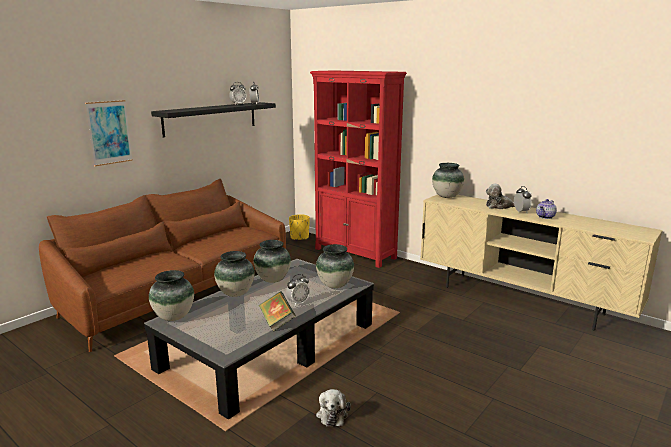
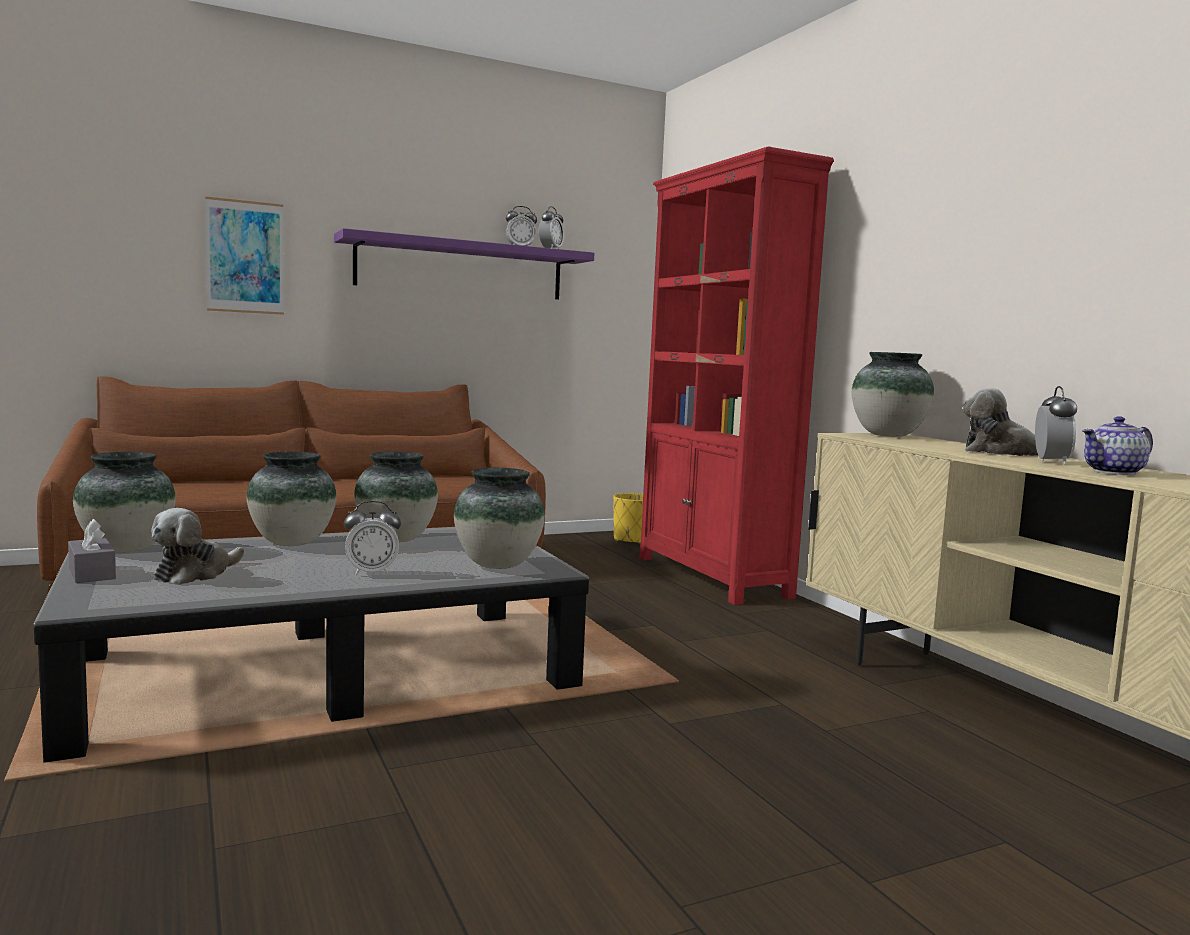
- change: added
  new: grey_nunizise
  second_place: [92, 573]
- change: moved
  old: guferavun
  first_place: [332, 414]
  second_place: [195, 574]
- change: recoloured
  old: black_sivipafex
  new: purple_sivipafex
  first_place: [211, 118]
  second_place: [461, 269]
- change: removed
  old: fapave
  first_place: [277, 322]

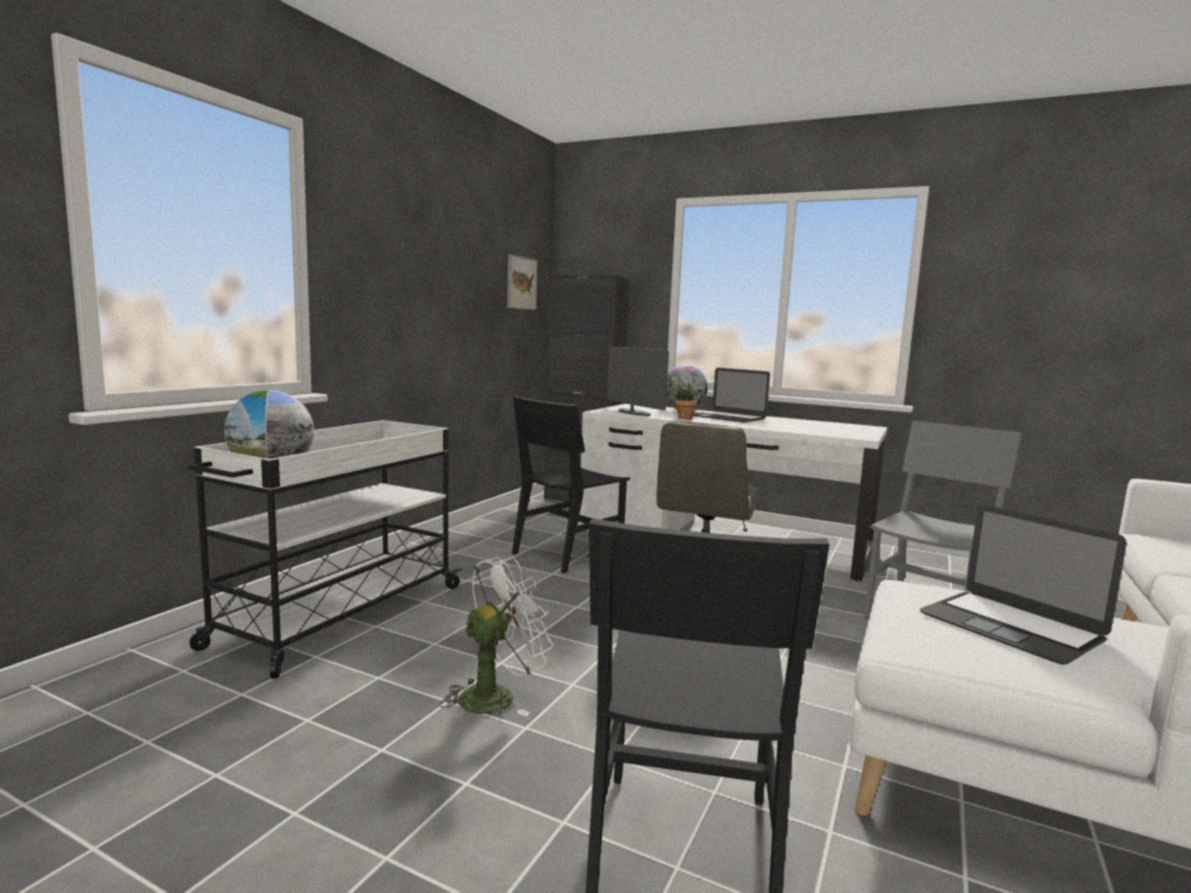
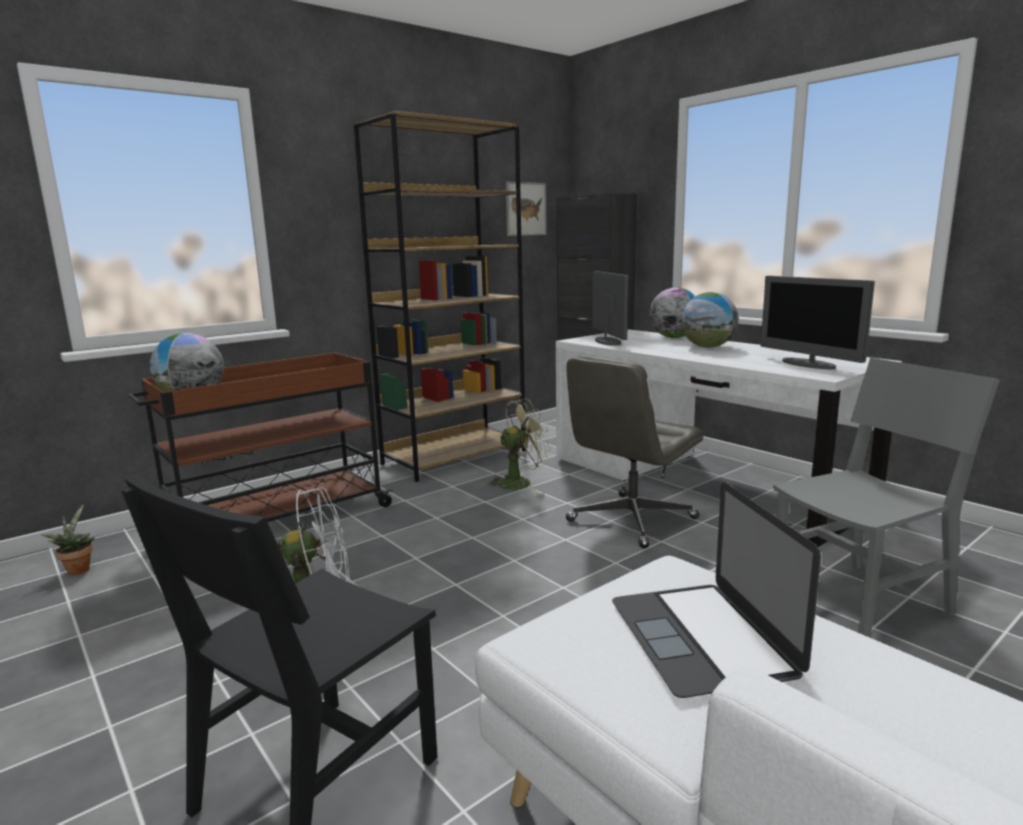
- change: moved
  old: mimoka
  first_place: [682, 418]
  second_place: [78, 569]
- change: recoloured
  old: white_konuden
  new: brown_konuden
  first_place: [338, 616]
  second_place: [276, 521]
- change: added
  new: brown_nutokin
  second_place: [455, 457]
- change: replaced
  old: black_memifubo
  new: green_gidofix
  first_place: [567, 553]
  second_place: [520, 482]
- change: replaced
  old: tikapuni
  new: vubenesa
  first_place: [728, 417]
  second_place: [707, 347]
- change: added
  new: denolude
  second_place: [808, 364]

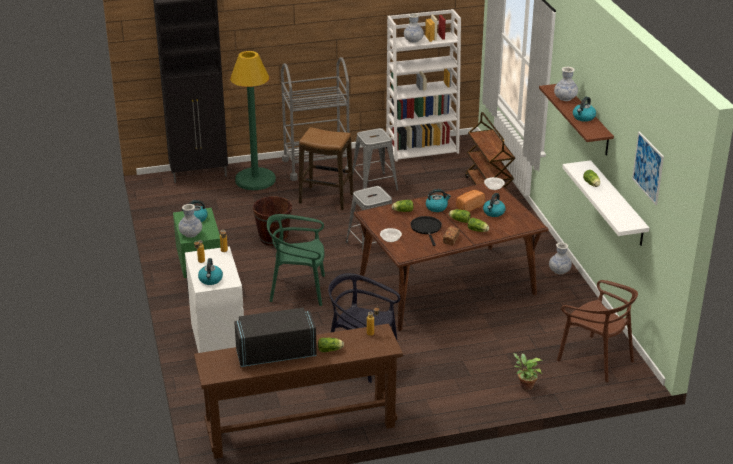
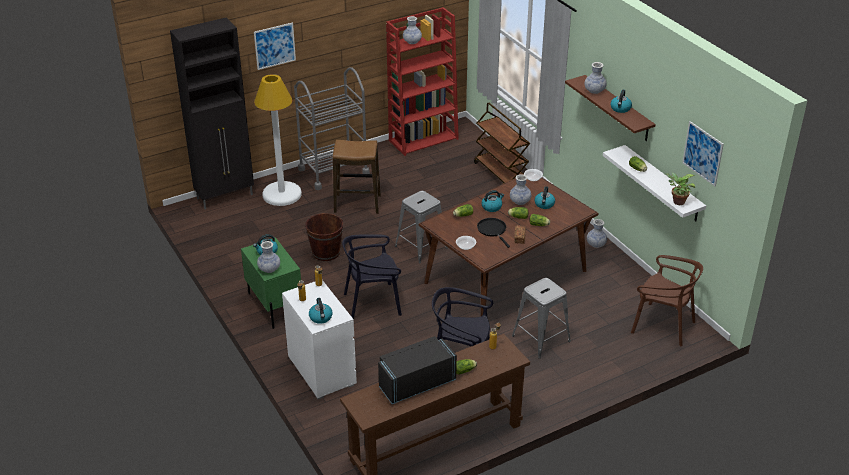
- change: added
  new: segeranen
  second_place: [274, 46]
- change: recoloured
  old: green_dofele
  new: white_dofele
  first_place: [255, 180]
  second_place: [282, 194]
- change: recoloured
  old: green_memifubo
  new: black_memifubo
  first_place: [298, 290]
  second_place: [373, 303]
- change: recoloured
  old: white_nutokin
  new: red_nutokin
  first_place: [423, 149]
  second_place: [423, 139]
- change: replaced
  old: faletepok
  new: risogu
  first_place: [469, 206]
  second_place: [520, 201]
- change: moved
  old: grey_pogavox
  first_place: [374, 185]
  second_place: [541, 338]
- change: moved
  old: mimoka
  first_place: [525, 386]
  second_place: [677, 202]

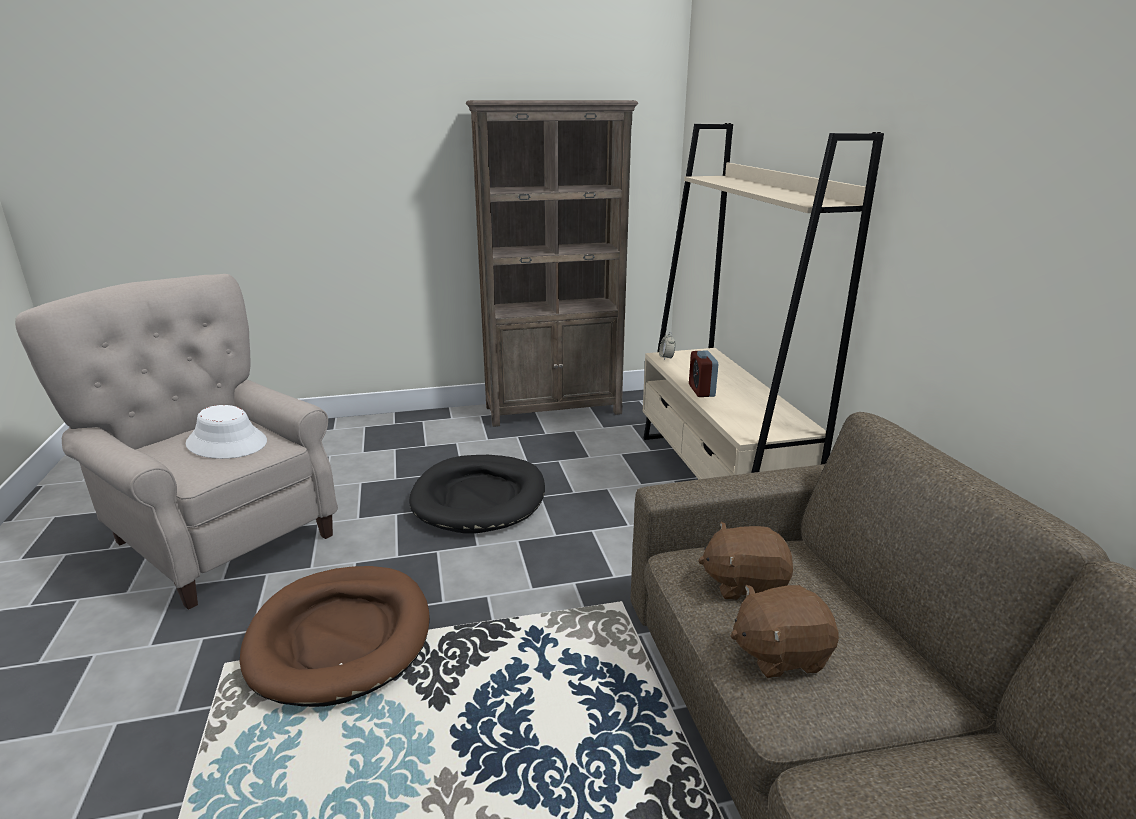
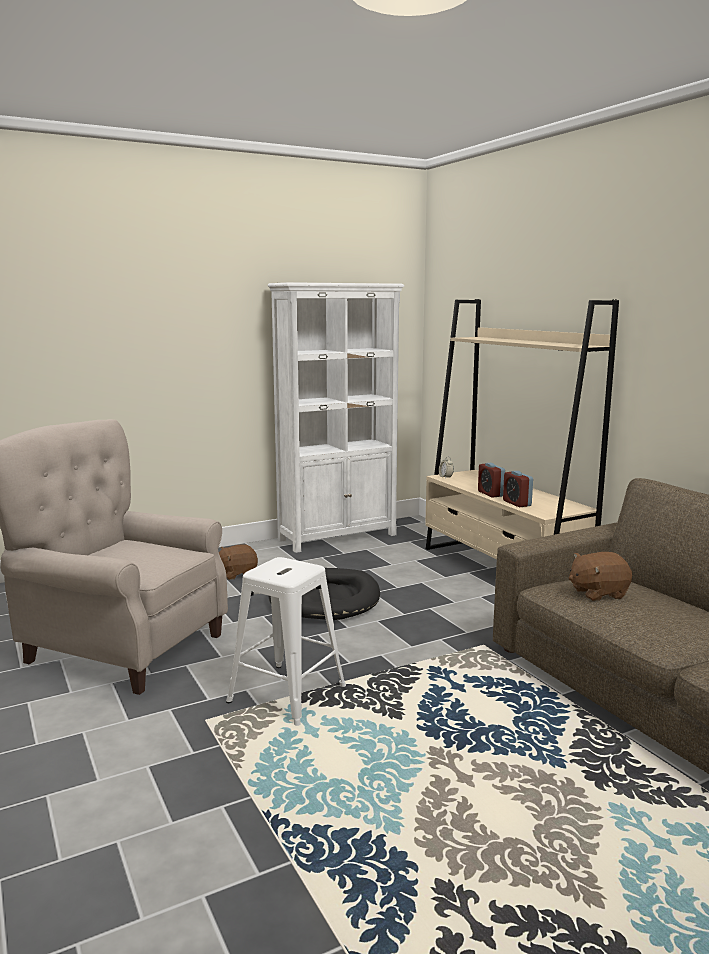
- change: moved
  old: brown_guferavun
  first_place: [779, 653]
  second_place: [237, 574]
- change: replaced
  old: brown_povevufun
  new: white_pogavox
  first_place: [341, 638]
  second_place: [287, 693]
- change: recoloured
  old: brown_nutokin
  new: white_nutokin
  first_place: [554, 410]
  second_place: [338, 537]
- change: added
  new: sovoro
  second_place: [517, 503]
- change: removed
  old: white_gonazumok
  first_place: [227, 443]

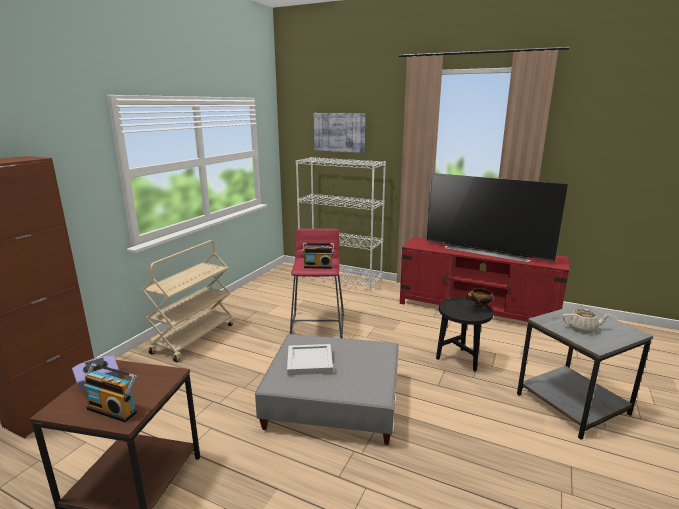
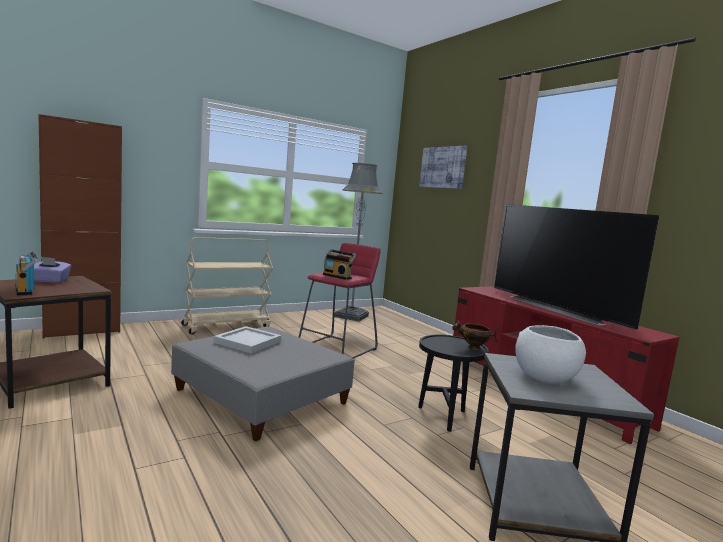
- change: added
  new: grey_dofele
  second_place: [351, 316]
- change: replaced
  old: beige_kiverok
  new: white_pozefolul
  first_place: [583, 328]
  second_place: [544, 377]
- change: removed
  old: white_nutokin
  first_place: [341, 279]

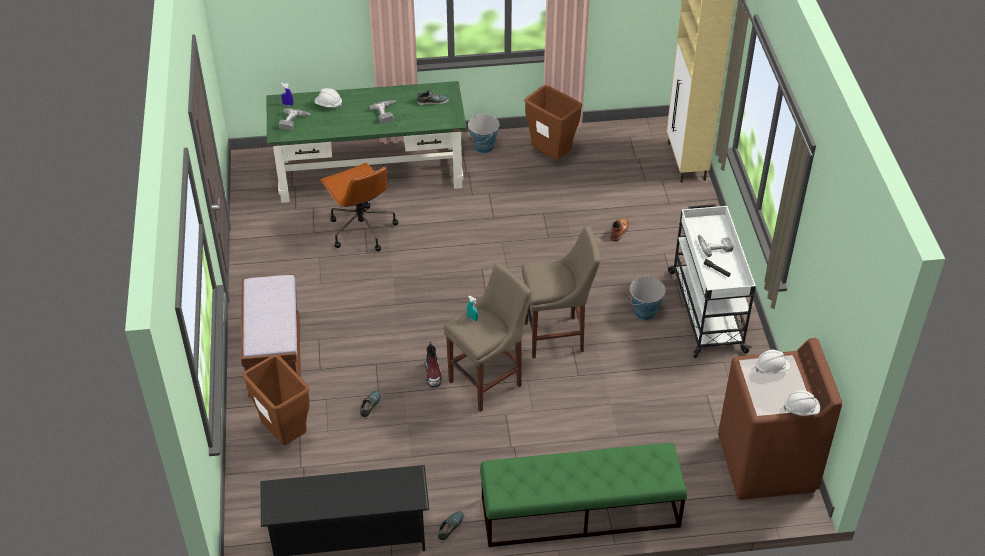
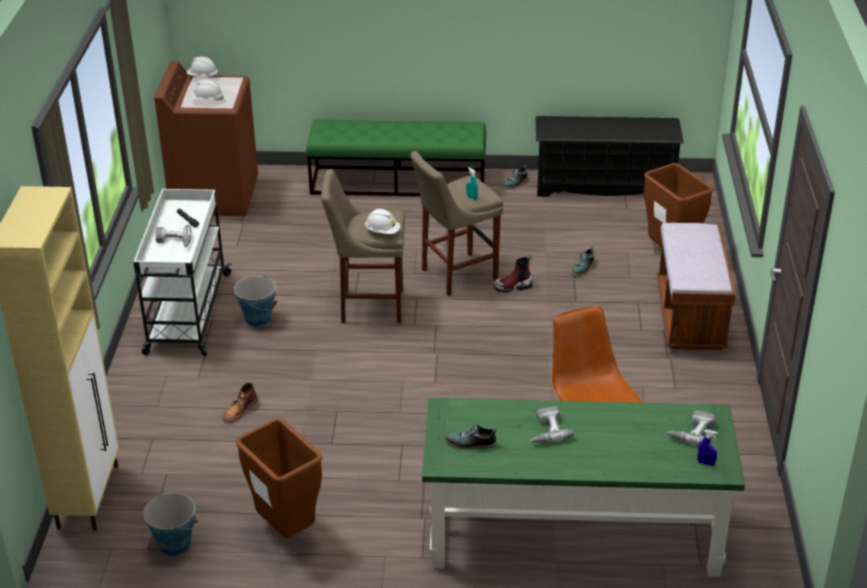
- change: moved
  old: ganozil
  first_place: [483, 147]
  second_place: [174, 544]
- change: moved
  old: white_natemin
  first_place: [328, 105]
  second_place: [382, 231]
- change: turned
  old: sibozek
  first_place: [433, 374]
  second_place: [513, 287]
  degrees: -105

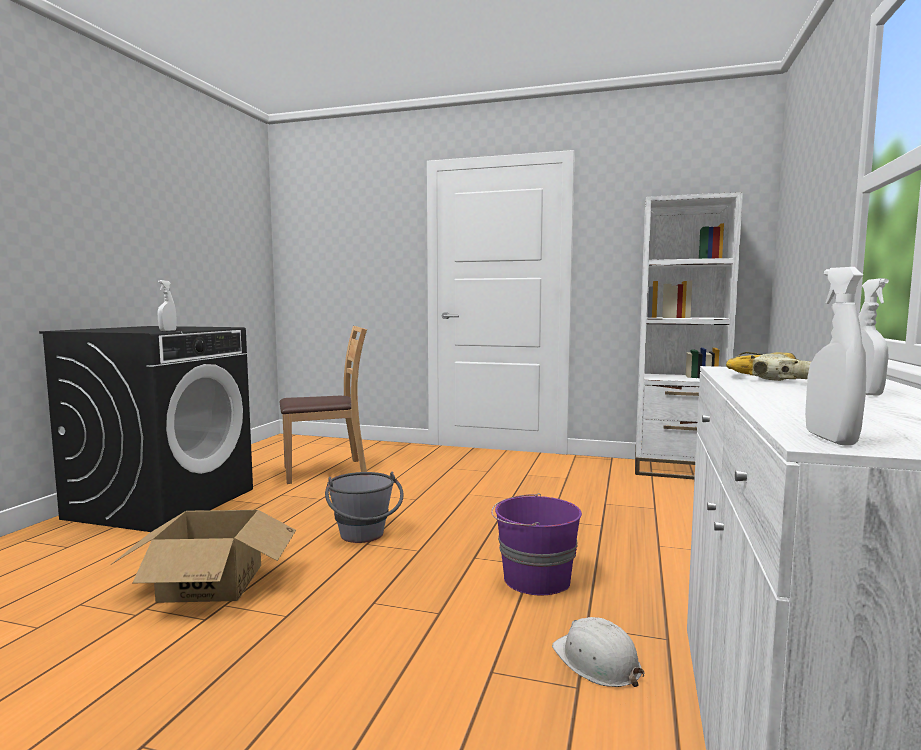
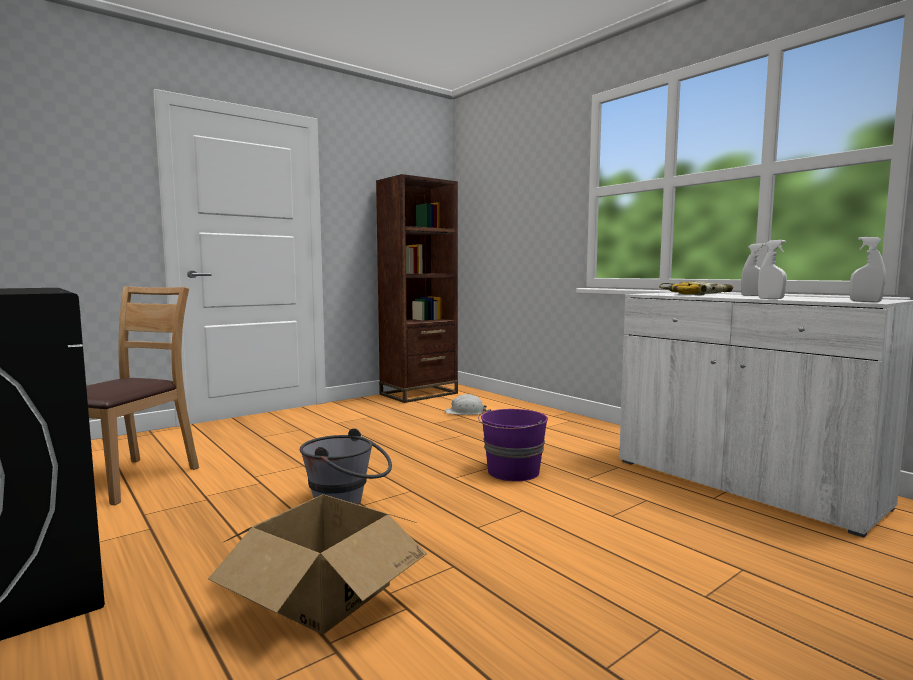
- change: recoloured
  old: white_nutokin
  new: brown_nutokin
  first_place: [677, 470]
  second_place: [419, 394]
- change: moved
  old: white_natemin
  first_place: [597, 662]
  second_place: [465, 412]
- change: moved
  old: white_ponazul
  first_place: [168, 330]
  second_place: [770, 299]

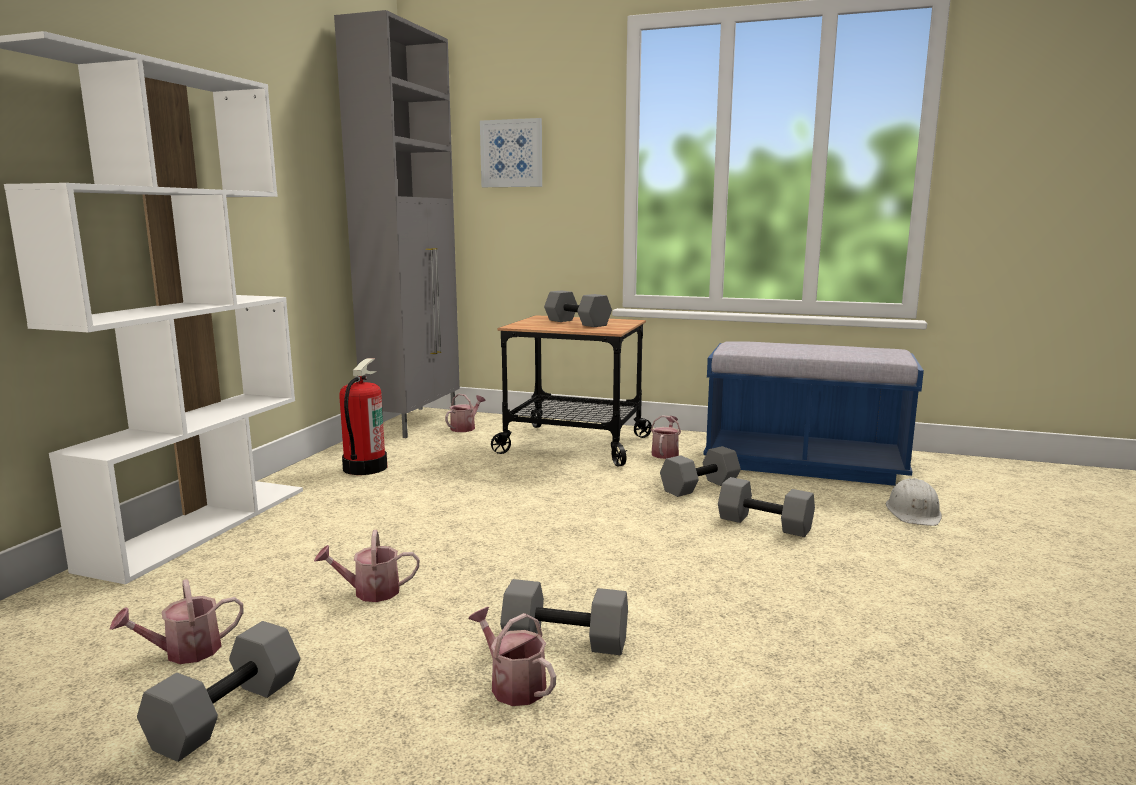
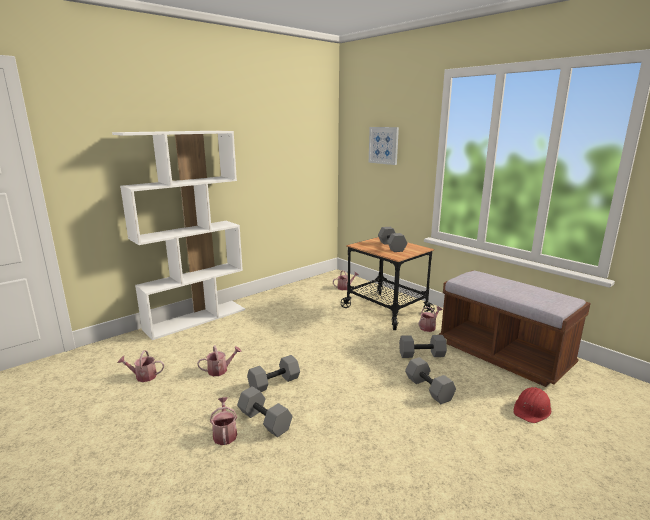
- change: turned
  old: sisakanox
  first_place: [370, 592]
  second_place: [220, 370]
  degrees: 135
- change: moved
  old: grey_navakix
  first_place: [226, 711]
  second_place: [274, 382]
- change: recoloured
  old: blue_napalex
  new: brown_napalex
  first_place: [803, 464]
  second_place: [503, 355]
- change: recoloured
  old: white_natemin
  new: red_natemin
  first_place: [914, 512]
  second_place: [532, 409]
- change: removed
  old: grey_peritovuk
  first_place: [415, 422]
- change: removed
  old: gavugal
  first_place: [364, 467]

